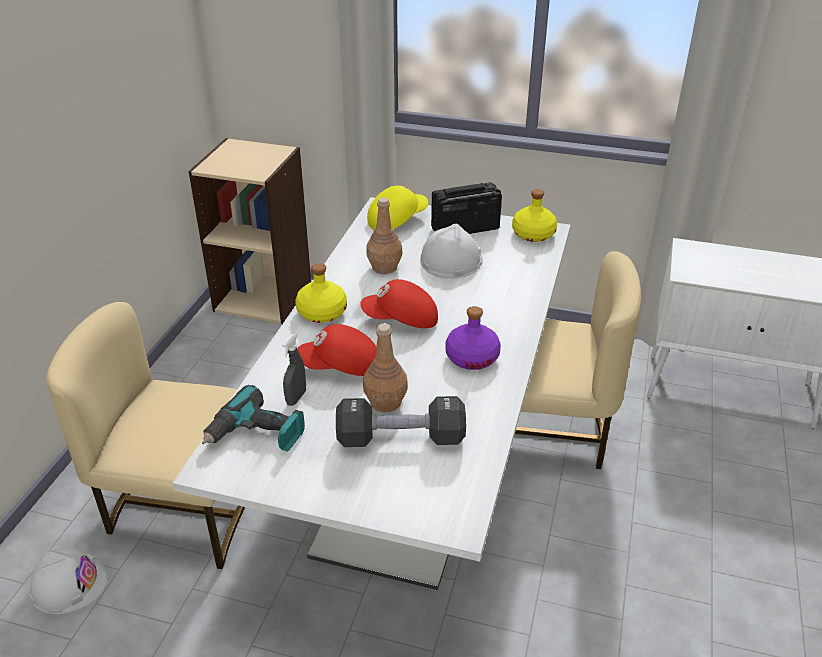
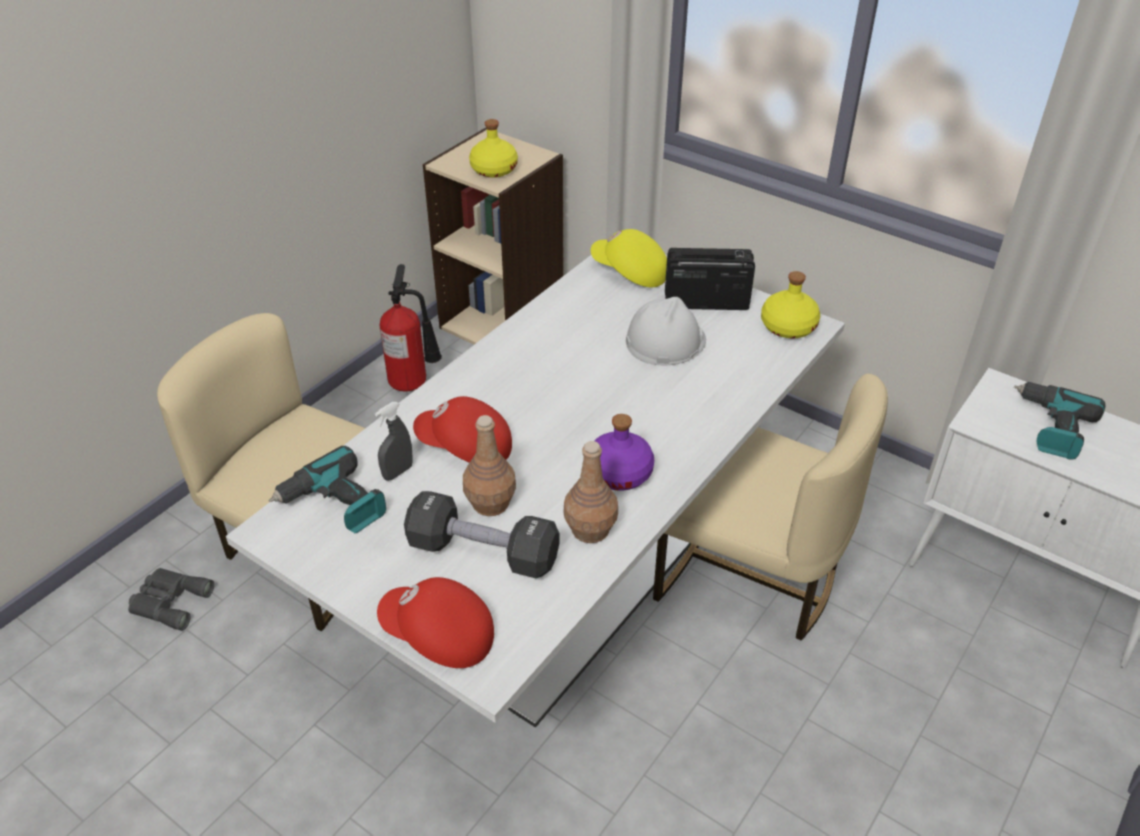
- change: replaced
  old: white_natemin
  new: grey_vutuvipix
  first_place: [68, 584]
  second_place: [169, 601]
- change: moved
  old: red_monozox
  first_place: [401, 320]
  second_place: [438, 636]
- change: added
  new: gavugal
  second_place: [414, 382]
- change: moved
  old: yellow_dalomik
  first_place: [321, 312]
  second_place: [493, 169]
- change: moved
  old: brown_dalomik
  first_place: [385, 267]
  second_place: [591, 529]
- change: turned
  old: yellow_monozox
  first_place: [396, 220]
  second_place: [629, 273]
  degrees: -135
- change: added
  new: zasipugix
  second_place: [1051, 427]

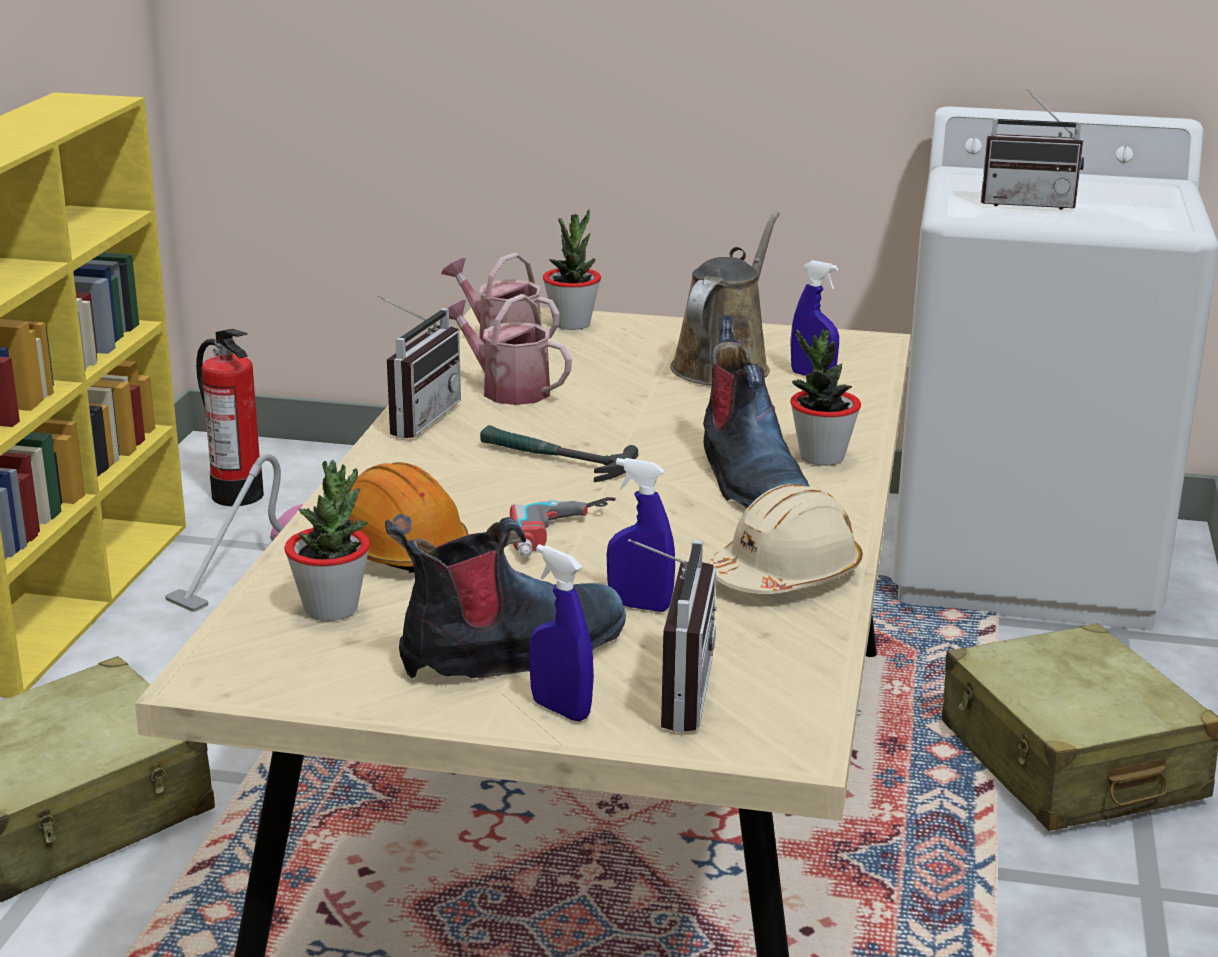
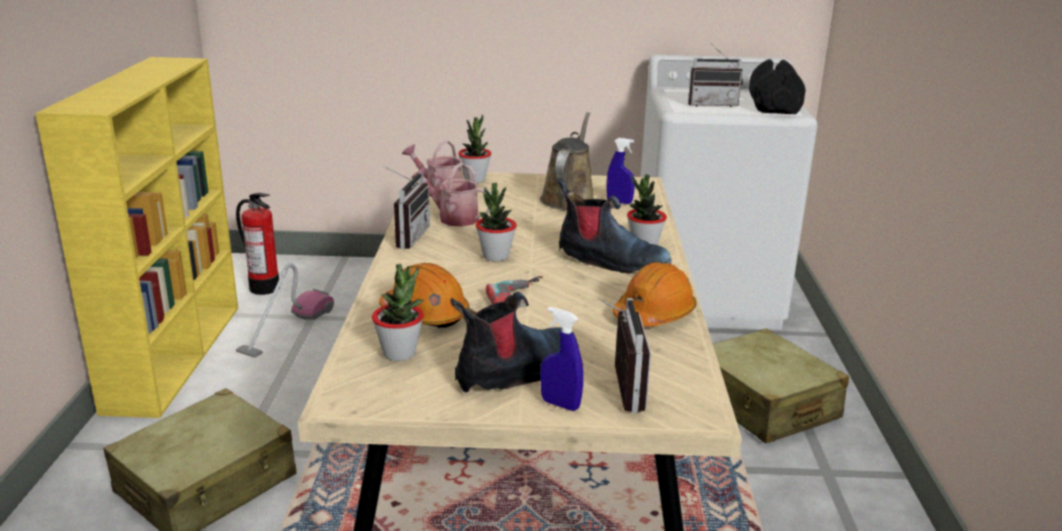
- change: replaced
  old: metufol
  new: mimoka
  first_place: [553, 460]
  second_place: [495, 256]
- change: turned
  old: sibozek
  first_place: [750, 480]
  second_place: [610, 261]
  degrees: -45
- change: recoloured
  old: beige_natemin
  new: orange_natemin
  first_place: [786, 575]
  second_place: [654, 314]
- change: added
  new: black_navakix
  second_place: [773, 106]
- change: removed
  old: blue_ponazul
  first_place: [639, 606]

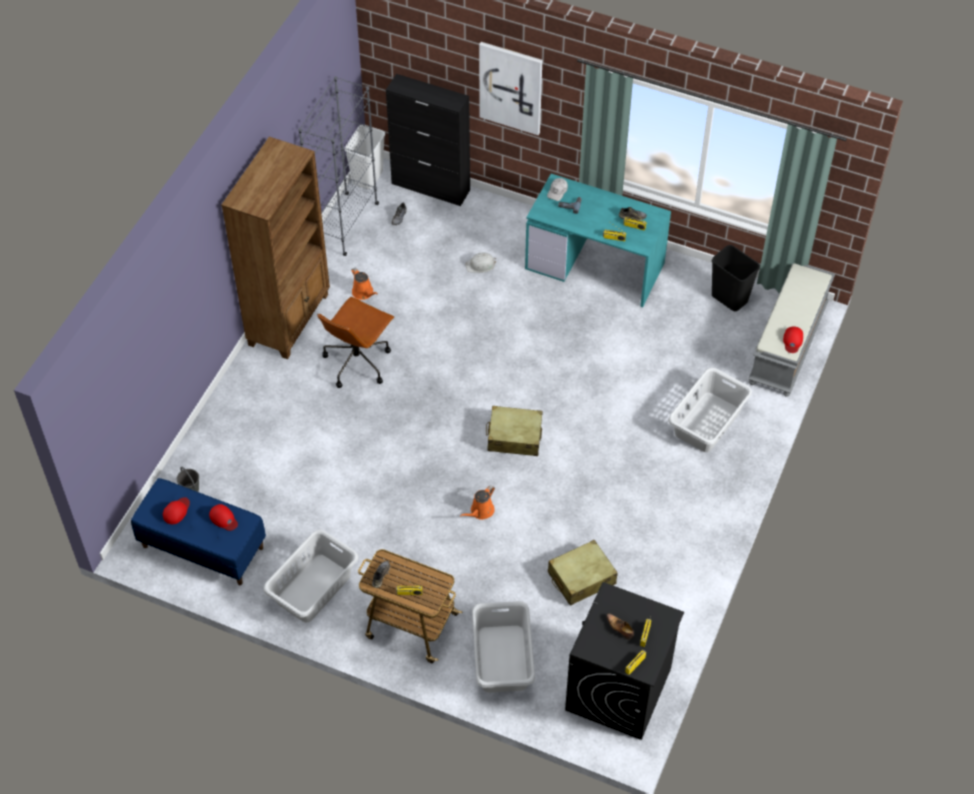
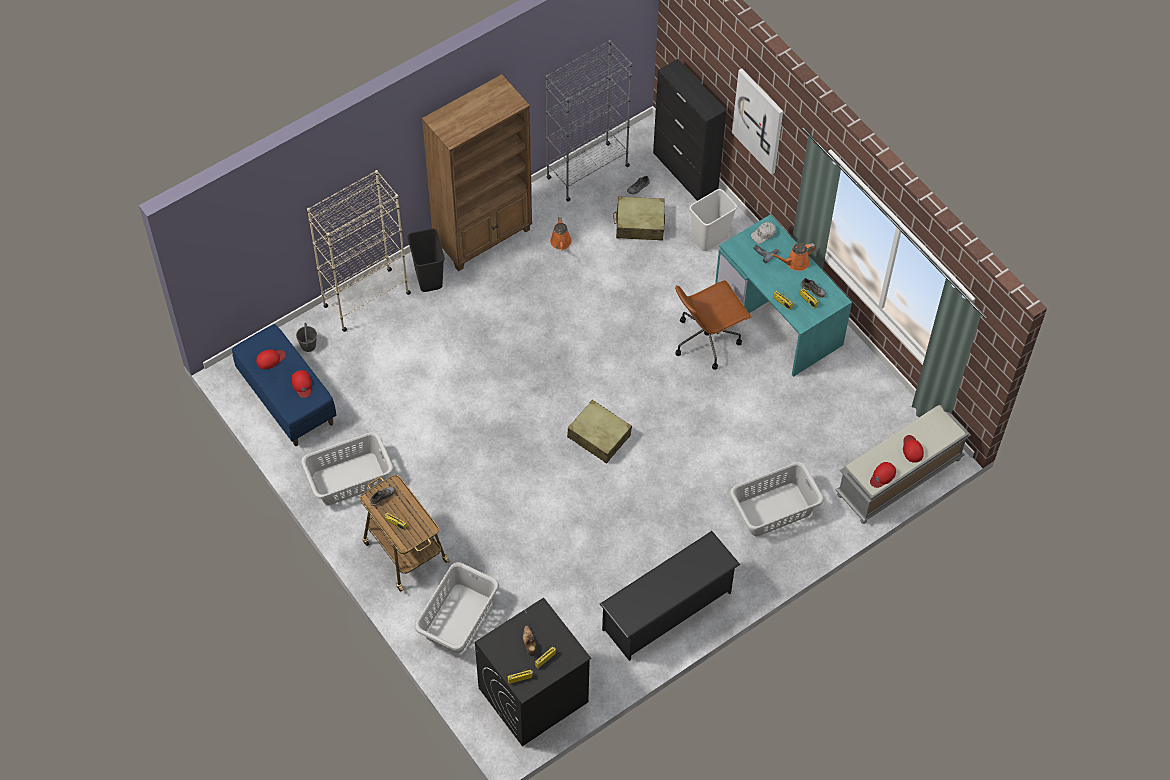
- change: added
  new: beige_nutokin
  second_place: [366, 300]
- change: moved
  old: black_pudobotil
  first_place: [730, 298]
  second_place: [429, 278]
- change: added
  new: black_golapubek
  second_place: [667, 611]
- change: moved
  old: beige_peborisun
  first_place: [581, 578]
  second_place: [639, 224]
- change: moved
  old: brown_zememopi
  first_place: [357, 361]
  second_place: [707, 339]
- change: moved
  old: white_pudobotil
  first_place: [367, 177]
  second_place: [710, 238]
- change: moved
  old: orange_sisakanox
  first_place: [480, 511]
  second_place: [795, 263]
- change: added
  new: red_monozox
  second_place: [912, 449]
- change: removed
  old: white_natemin
  first_place: [480, 265]

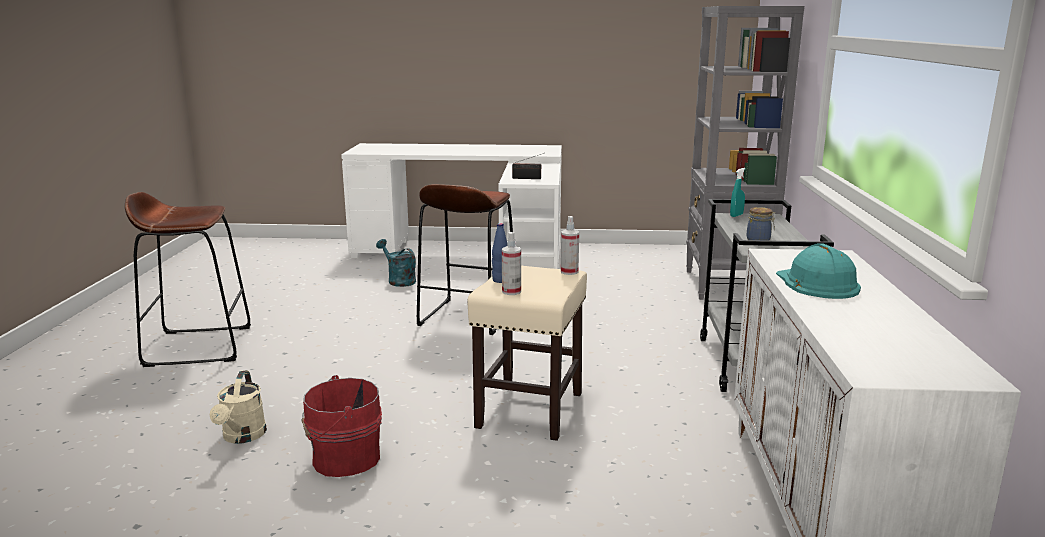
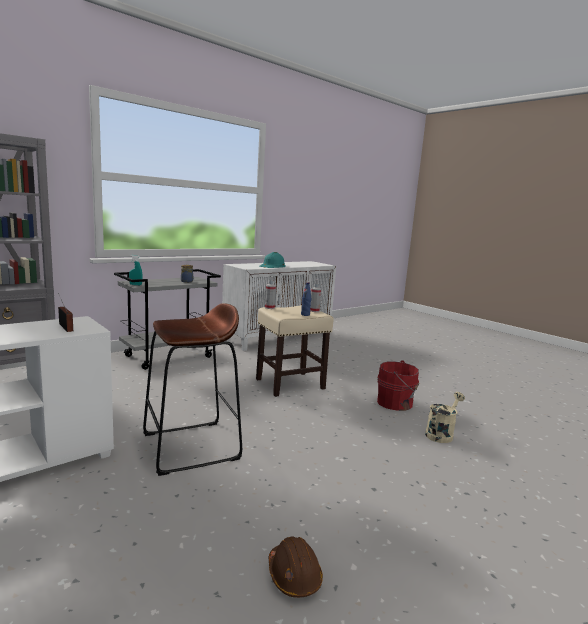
- change: added
  new: brown_natemin
  second_place: [294, 575]
- change: removed
  old: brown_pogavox
  first_place: [198, 346]
- change: removed
  old: turquoise_sisakanox
  first_place: [398, 280]

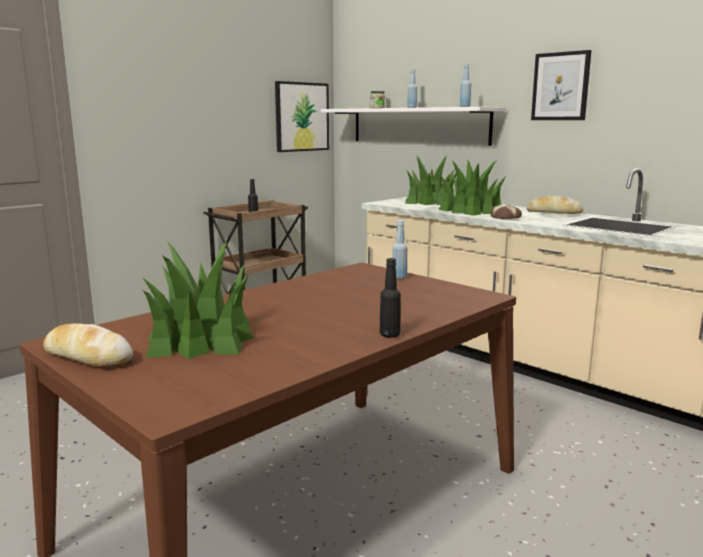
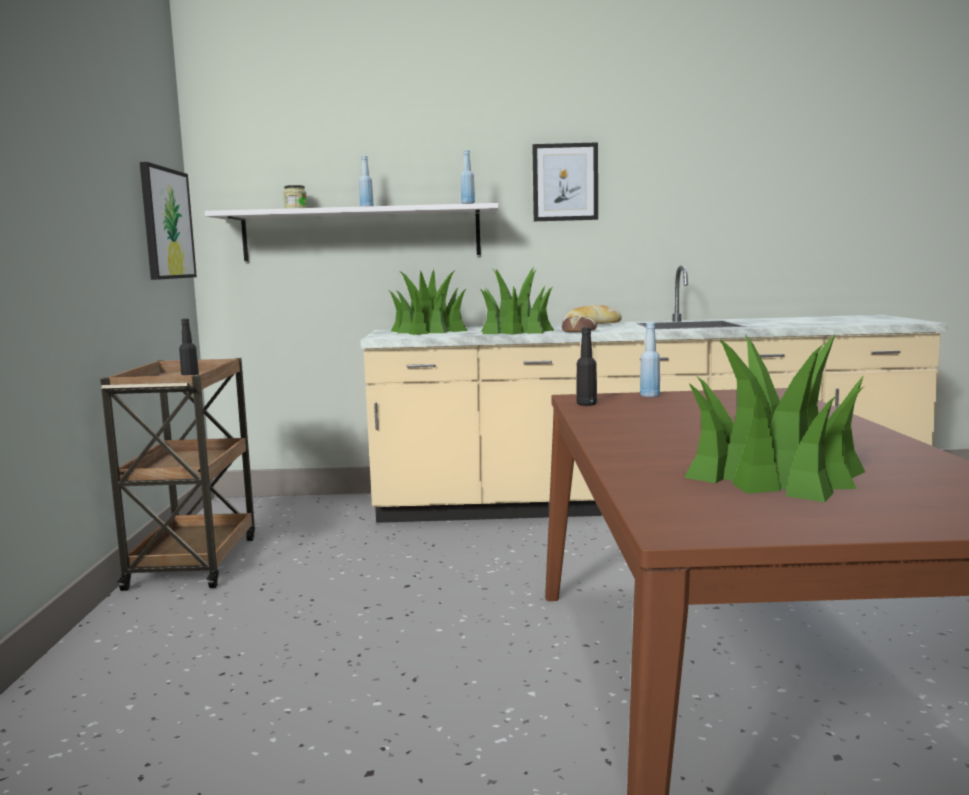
- change: moved
  old: black_dalomik
  first_place: [389, 335]
  second_place: [586, 404]
- change: removed
  old: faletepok
  first_place: [88, 357]

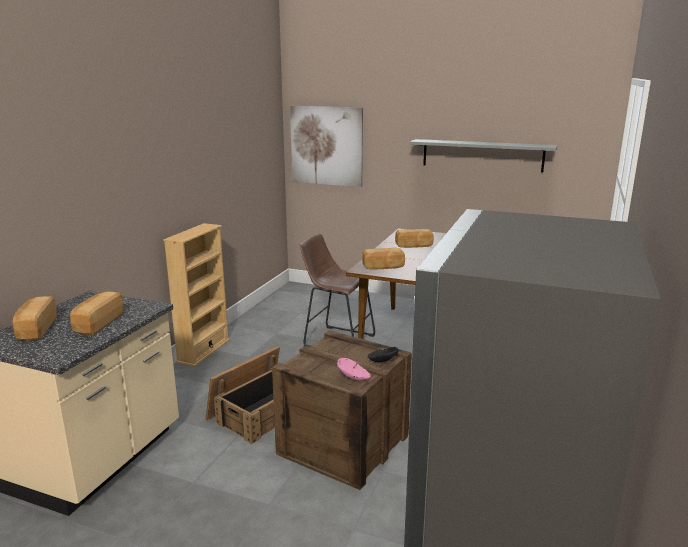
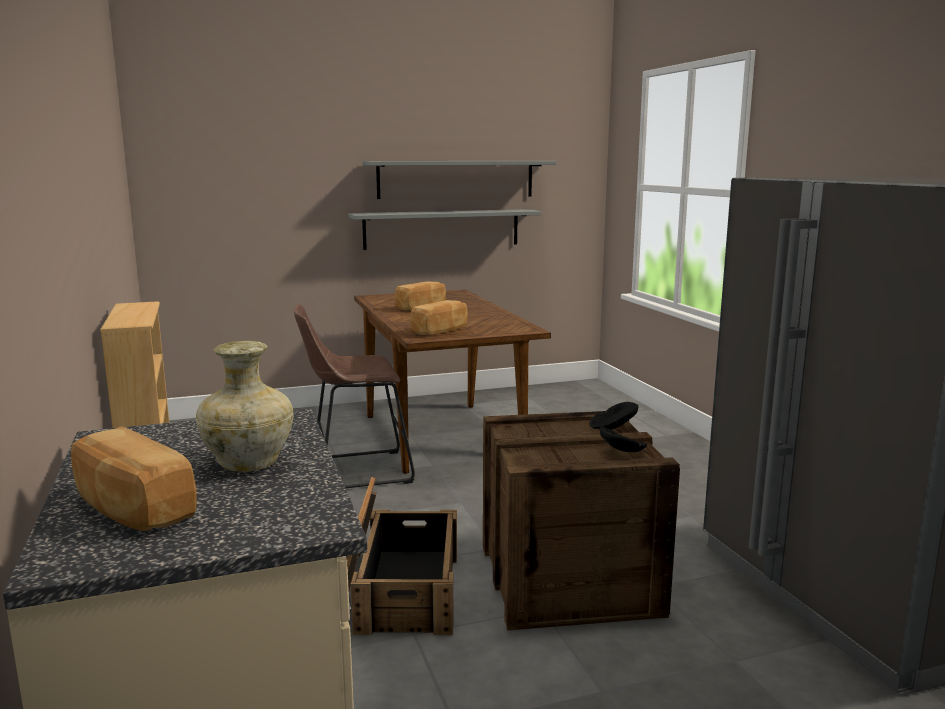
- change: replaced
  old: faletepok
  new: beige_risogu
  first_place: [98, 324]
  second_place: [250, 463]
- change: added
  new: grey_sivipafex
  second_place: [442, 229]
- change: recoloured
  old: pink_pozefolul
  new: black_pozefolul
  first_place: [354, 378]
  second_place: [624, 452]
- change: removed
  old: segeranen
  first_place: [326, 146]

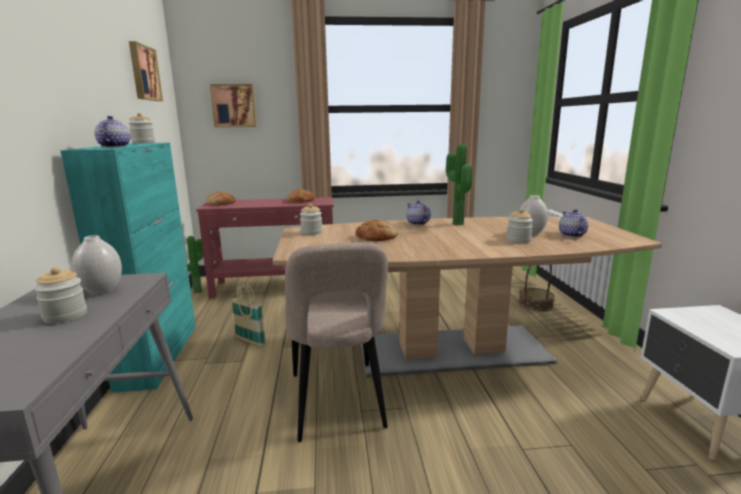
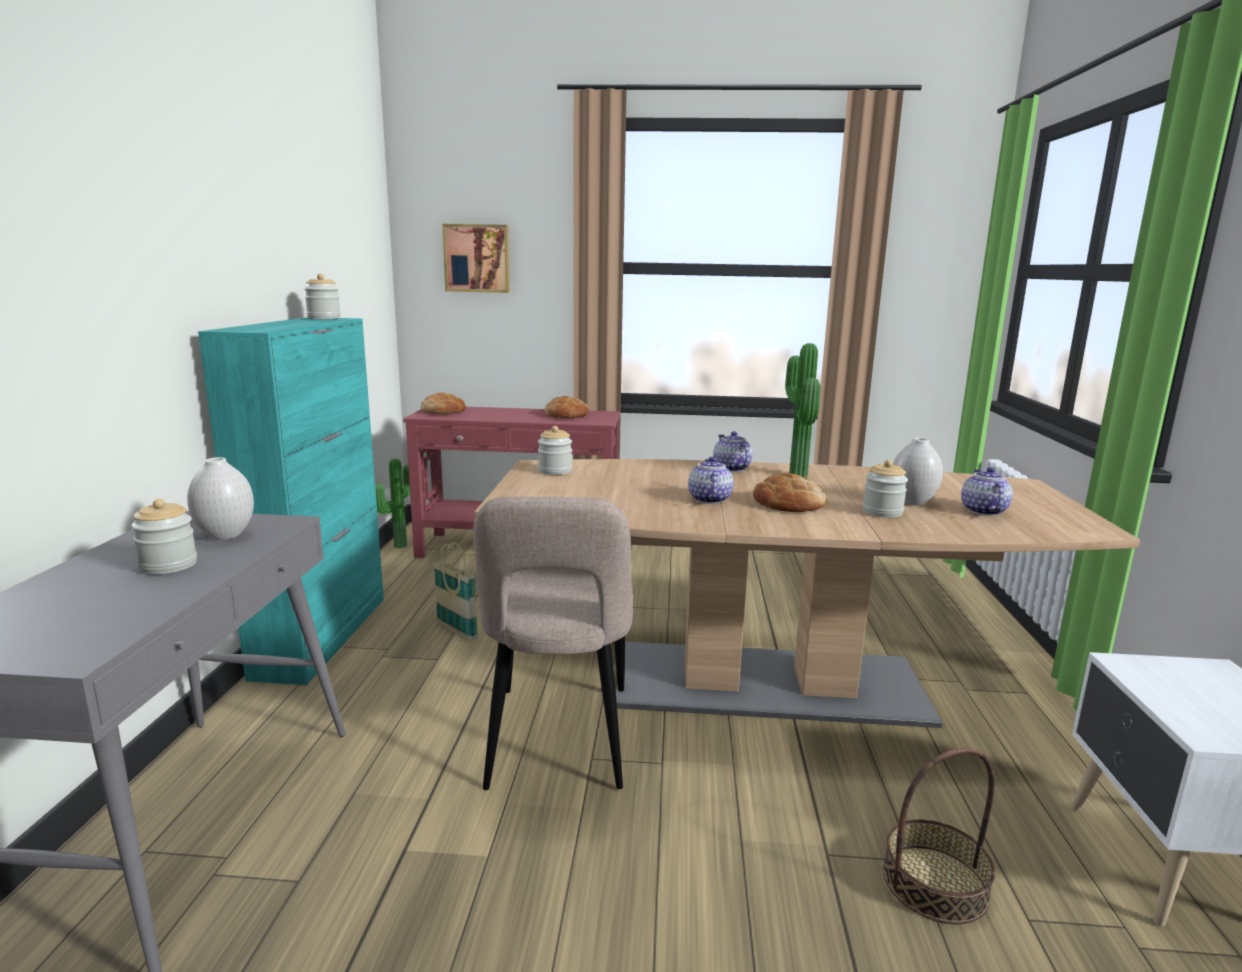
- change: moved
  old: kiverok
  first_place: [114, 147]
  second_place: [708, 499]
- change: moved
  old: faletepok
  first_place: [377, 236]
  second_place: [789, 503]
- change: moved
  old: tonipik
  first_place: [535, 304]
  second_place: [934, 883]
- change: removed
  old: segeranen
  first_place: [143, 73]

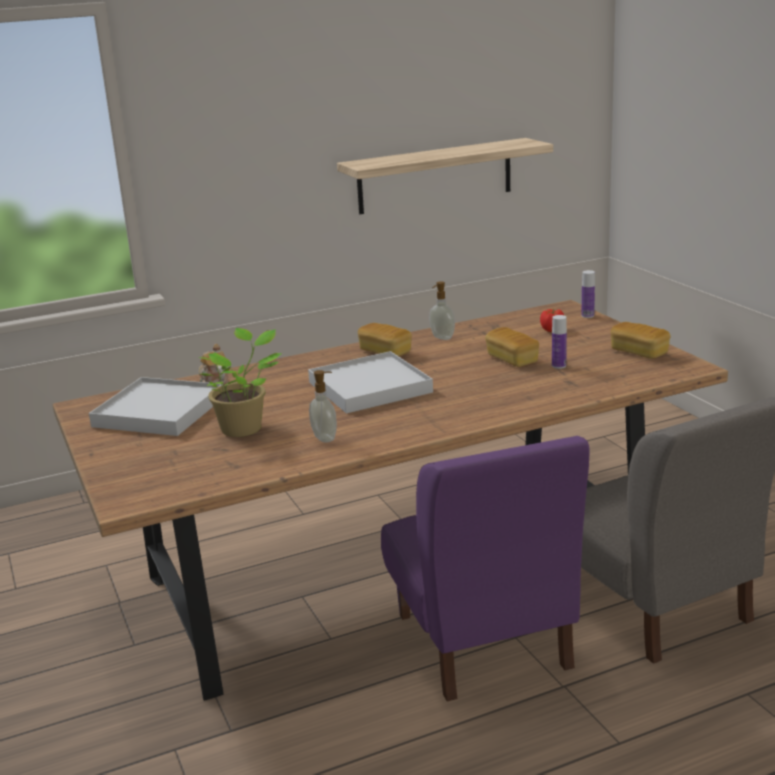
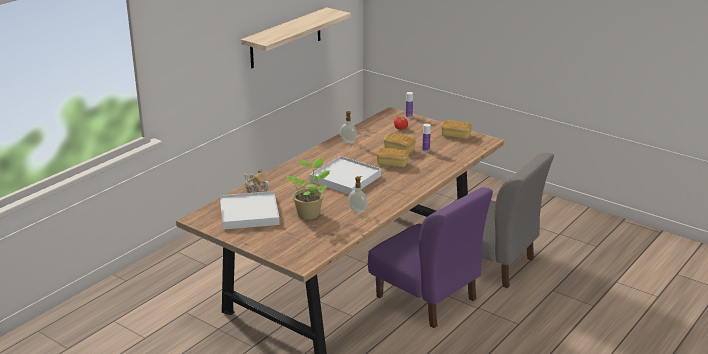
- change: moved
  old: faletepok
  first_place: [385, 352]
  second_place: [392, 164]

